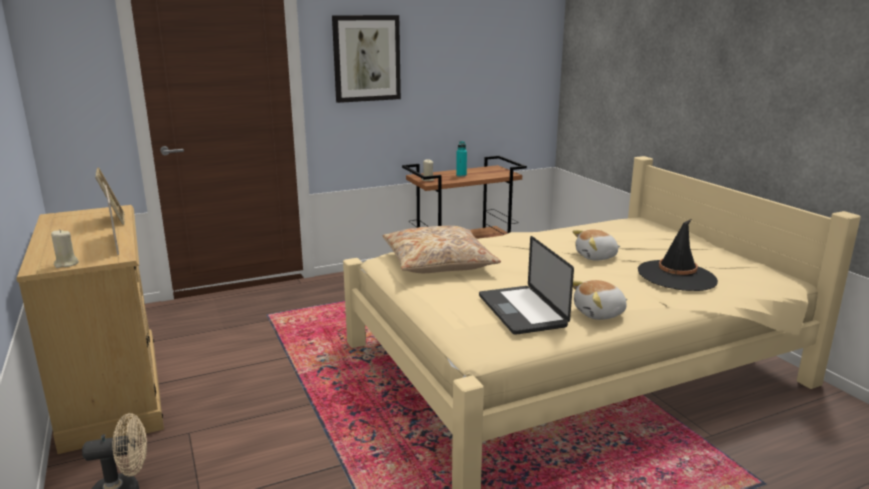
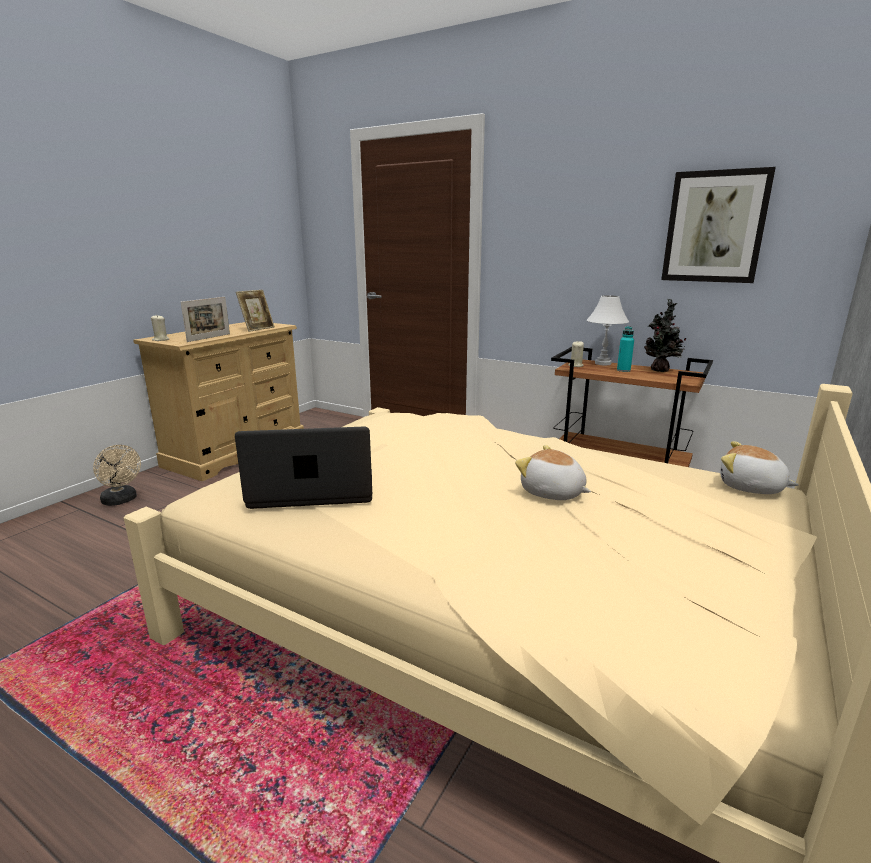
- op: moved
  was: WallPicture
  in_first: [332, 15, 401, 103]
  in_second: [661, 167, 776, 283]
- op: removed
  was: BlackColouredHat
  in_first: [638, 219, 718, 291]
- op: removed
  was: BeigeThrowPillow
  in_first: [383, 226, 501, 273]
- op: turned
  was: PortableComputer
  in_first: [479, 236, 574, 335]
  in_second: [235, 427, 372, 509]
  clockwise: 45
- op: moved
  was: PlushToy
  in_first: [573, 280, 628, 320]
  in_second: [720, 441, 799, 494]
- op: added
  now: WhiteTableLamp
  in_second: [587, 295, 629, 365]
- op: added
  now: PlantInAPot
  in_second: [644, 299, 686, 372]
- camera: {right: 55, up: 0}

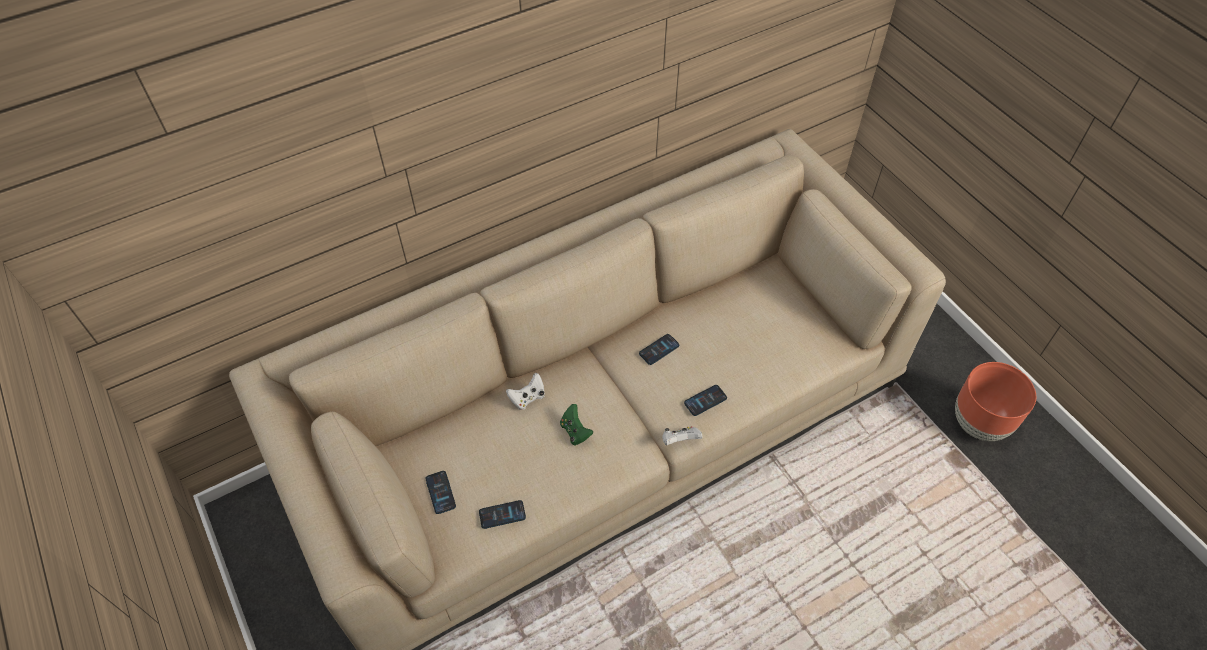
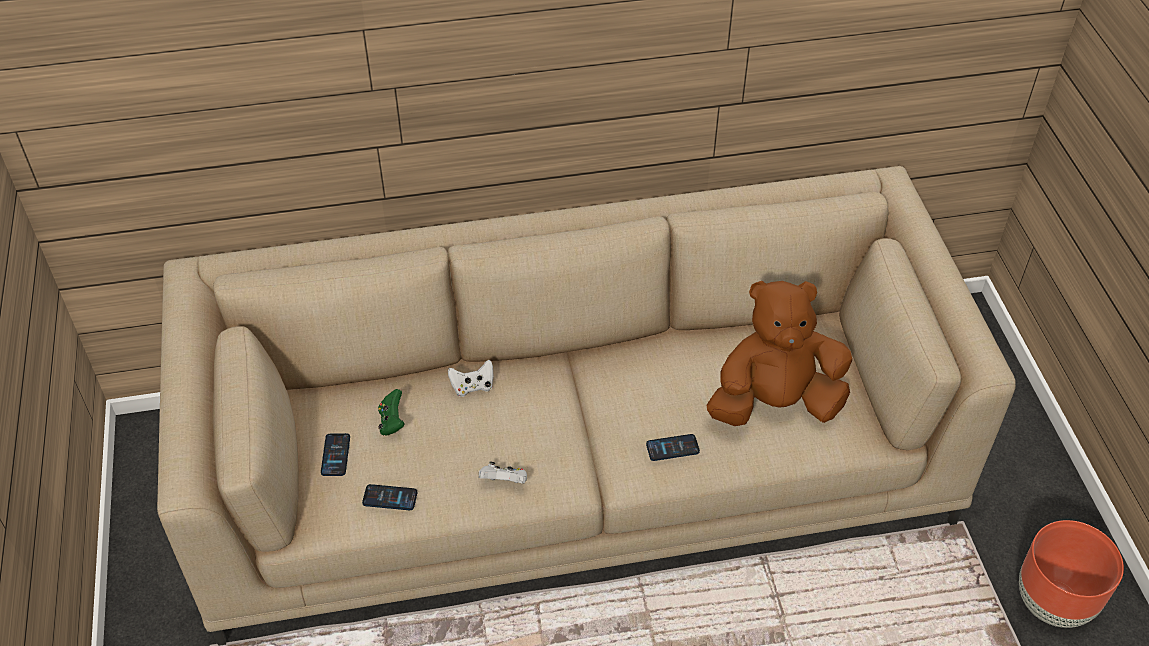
- op: removed
  was: Phone
  in_first: [639, 334, 679, 365]
- op: moved
  was: GreenJoypad
  in_first: [560, 404, 593, 445]
  in_second: [378, 389, 405, 436]
- op: moved
  was: WhiteJoypad
  in_first: [662, 426, 702, 445]
  in_second: [479, 461, 527, 484]
- op: added
  now: BrownishPlushToy
  in_second: [706, 281, 852, 426]
- camera: {right: 20, up: -5}

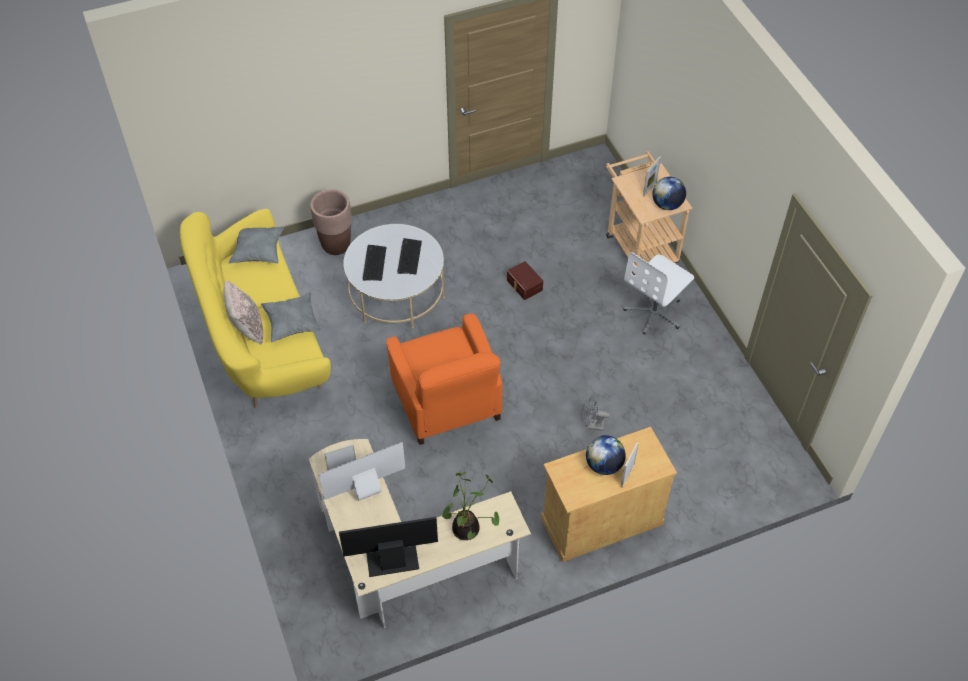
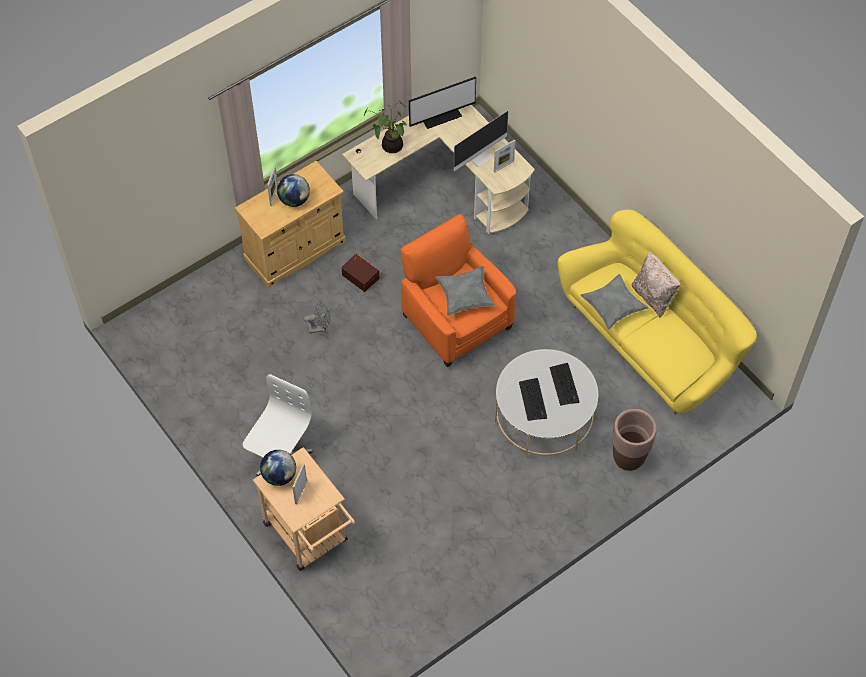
- op: moved
  was: GreyThrowPillow
  in_first: [229, 227, 284, 263]
  in_second: [436, 266, 495, 316]
- op: moved
  was: BrownishStorageContainer
  in_first: [507, 261, 543, 300]
  in_second: [341, 253, 380, 292]
- camera: {right: 165, up: 5}

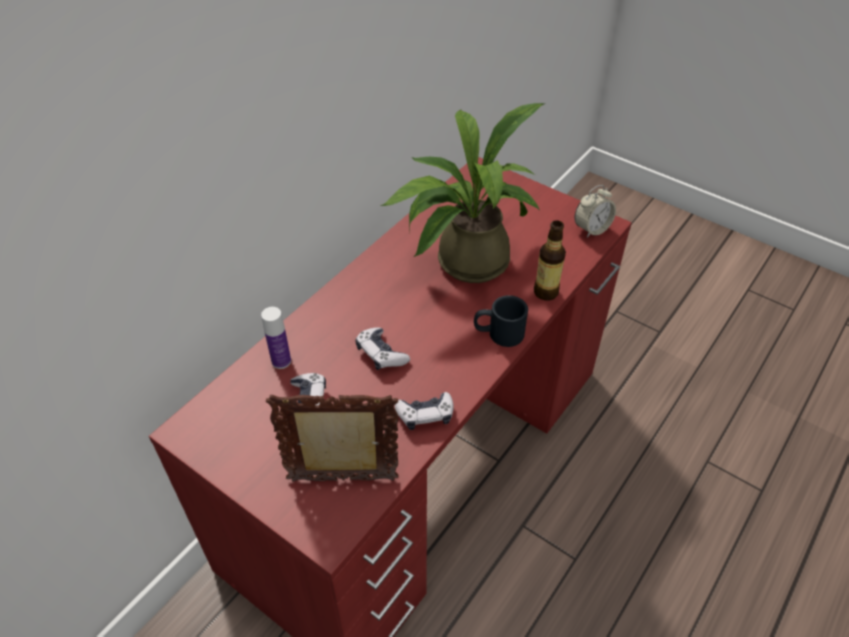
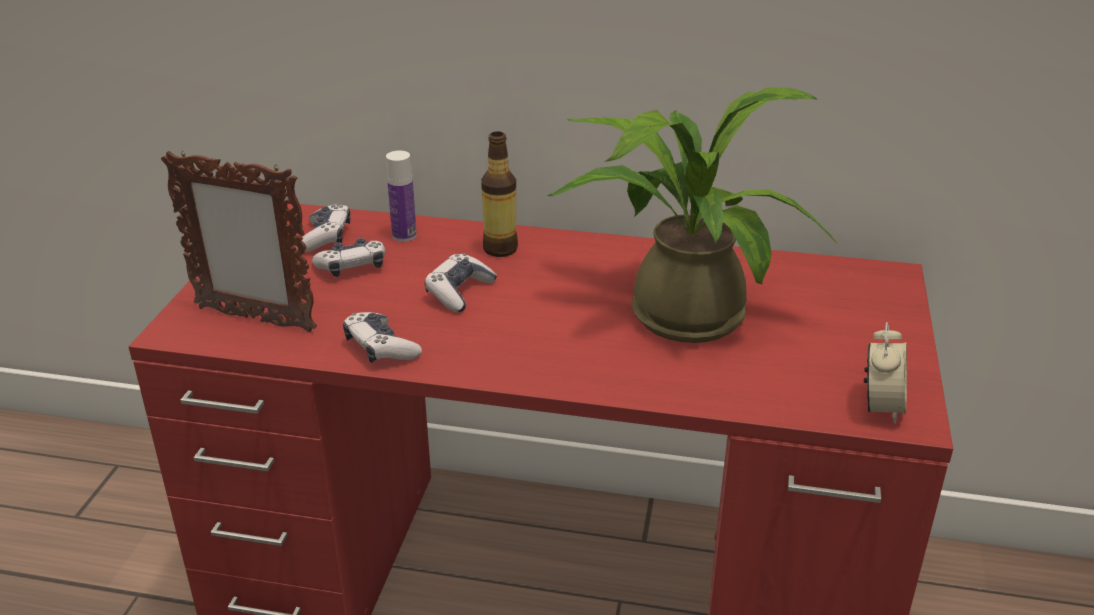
- op: turned
  was: BedsideClock
  in_first: [575, 185, 616, 238]
  in_second: [864, 322, 907, 424]
  clockwise: -105
- op: moved
  was: Bottle
  in_first: [534, 220, 566, 301]
  in_second: [481, 131, 518, 257]
- op: removed
  was: BlackColouredMug
  in_first: [474, 295, 528, 347]
- op: turned
  was: PhotoFrame
  in_first: [266, 395, 398, 482]
  in_second: [161, 151, 317, 333]
  clockwise: 135
- op: added
  now: Joypad
  in_second: [296, 203, 351, 252]
- camera: {right: 65, up: -15}

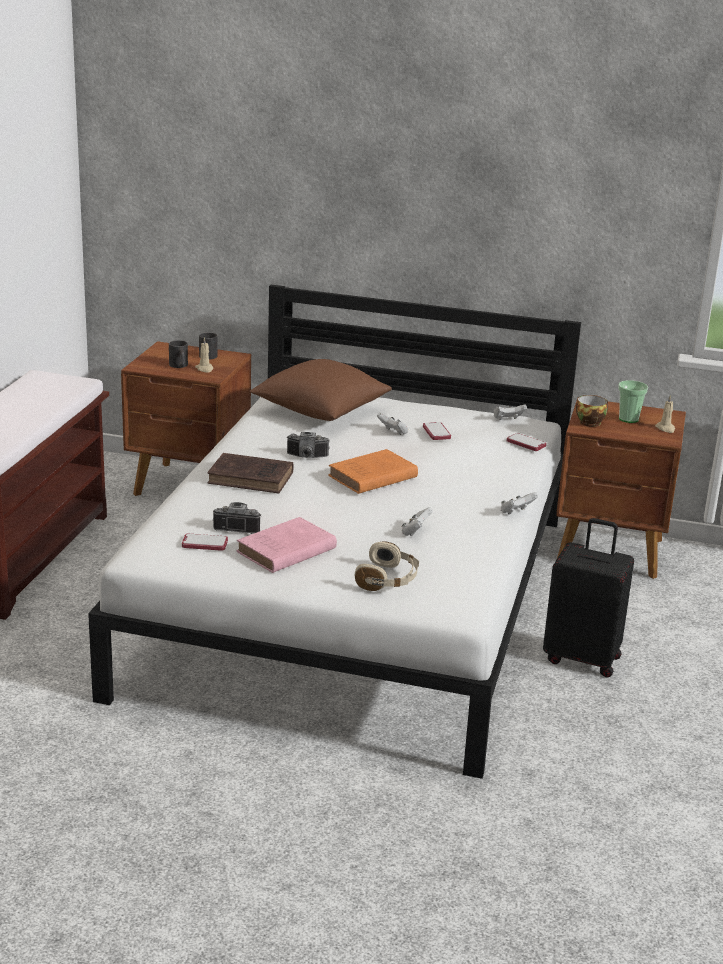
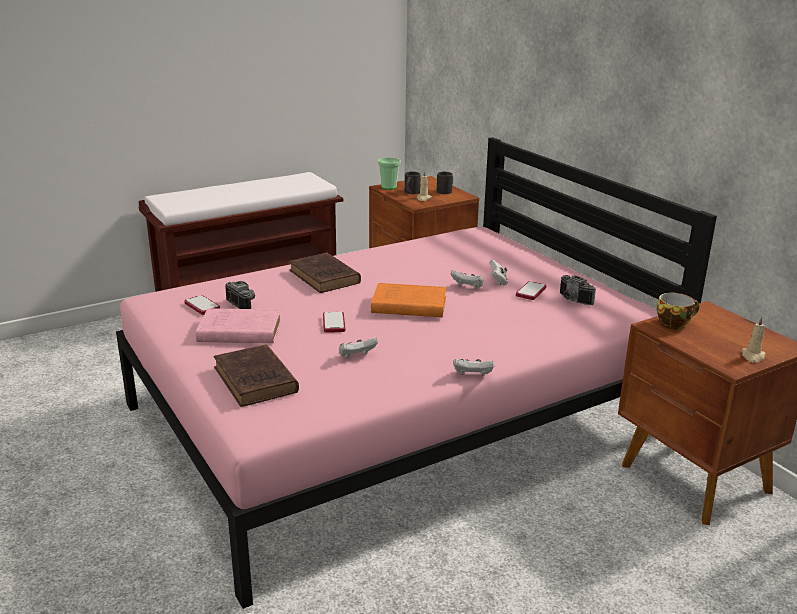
- op: recoloured
  was: WhiteSleepingBed
  now: PinkColouredSleepingBed
  in_first: [88, 285, 581, 779]
  in_second: [116, 137, 717, 609]
- op: removed
  was: BrownishThrowPillow
  in_first: [250, 359, 392, 421]
- op: moved
  was: DrinkingCup
  in_first: [618, 380, 648, 423]
  in_second: [378, 157, 401, 190]
- op: moved
  was: WhiteJoypad
  in_first: [494, 405, 527, 420]
  in_second: [451, 270, 484, 289]
- op: moved
  was: PhotoCamera
  in_first: [286, 432, 330, 458]
  in_second: [560, 275, 596, 305]
- op: moved
  was: Phone
  in_first: [507, 433, 546, 451]
  in_second: [323, 312, 346, 333]
- op: removed
  was: BlackColouredTravelCase
  in_first: [543, 518, 634, 678]
- op: replaced
  was: BeigePairOfHeadphones
  now: BrownishVolume
  in_first: [355, 541, 419, 591]
  in_second: [214, 344, 299, 407]
- camera: {right: 45, up: 0}

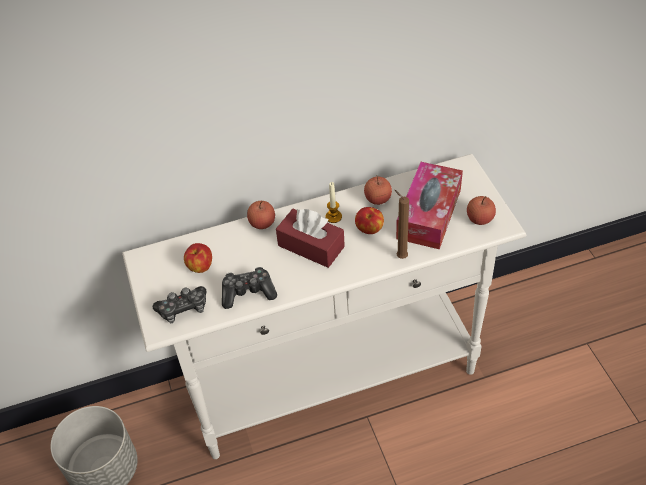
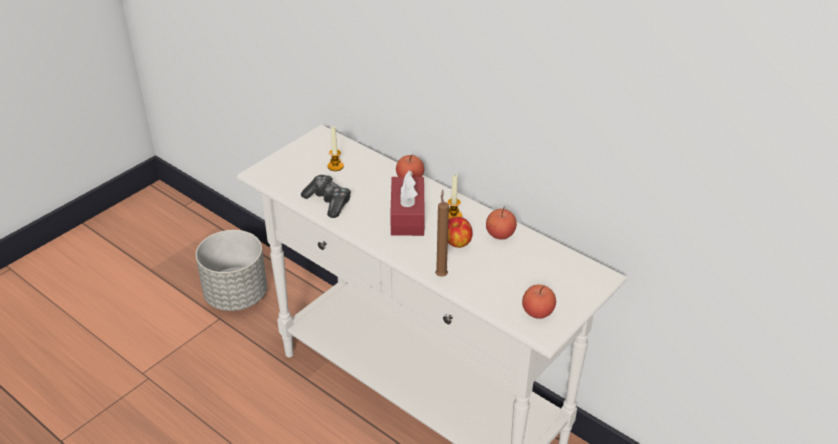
- op: removed
  was: TissueBox
  in_first: [396, 162, 463, 249]
- op: replaced
  was: AppleFruit
  now: WaxCandle
  in_first: [184, 243, 212, 273]
  in_second: [328, 126, 344, 171]
- op: removed
  was: Joypad
  in_first: [153, 286, 207, 323]
- camera: {right: 55, up: -10}

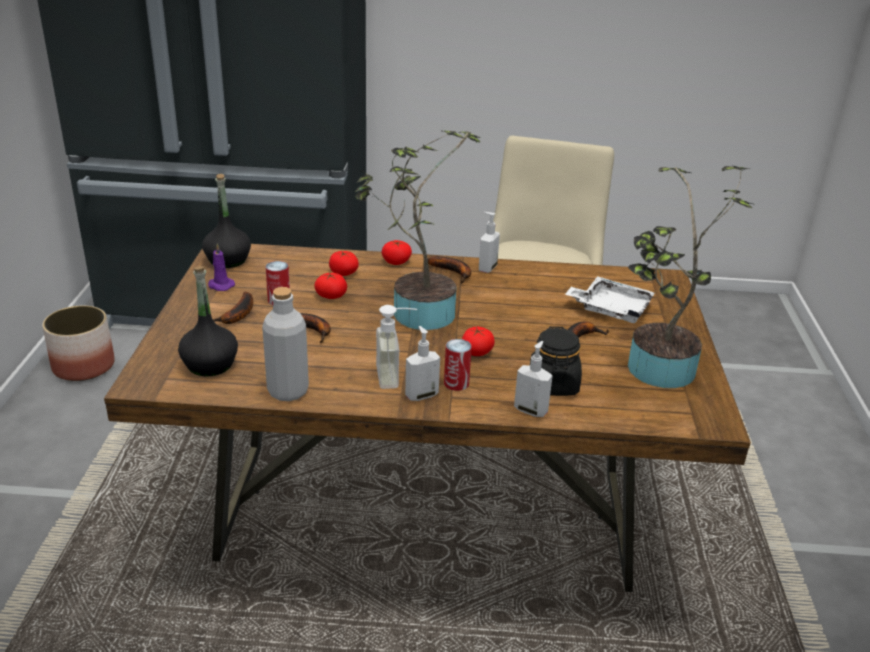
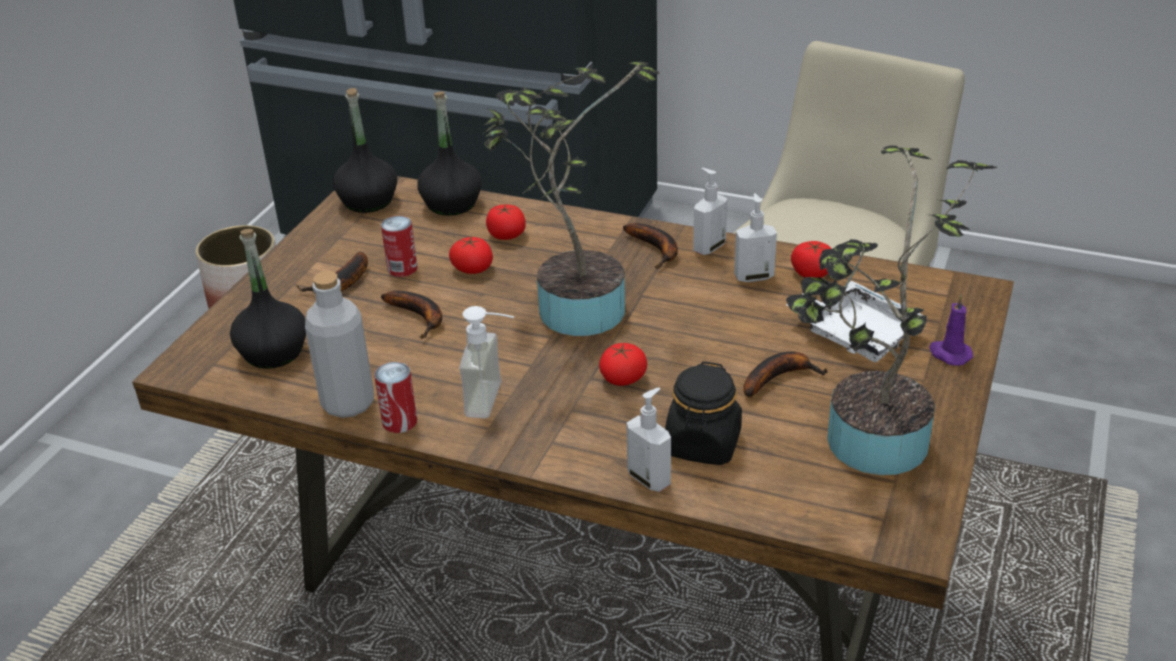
- op: moved
  was: FreshTomato
  in_first: [382, 240, 412, 265]
  in_second: [791, 241, 832, 278]
- op: moved
  was: PurpleWaxCandle
  in_first: [208, 244, 235, 291]
  in_second: [929, 295, 973, 366]
- op: moved
  was: SoapBottle
  in_first: [405, 326, 440, 401]
  in_second: [734, 193, 777, 282]
- op: moved
  was: SealedCan
  in_first: [444, 339, 472, 391]
  in_second: [374, 362, 417, 433]
- op: added
  now: BlackColouredBottle
  in_second: [417, 91, 482, 216]
- camera: {right: 20, up: 5}

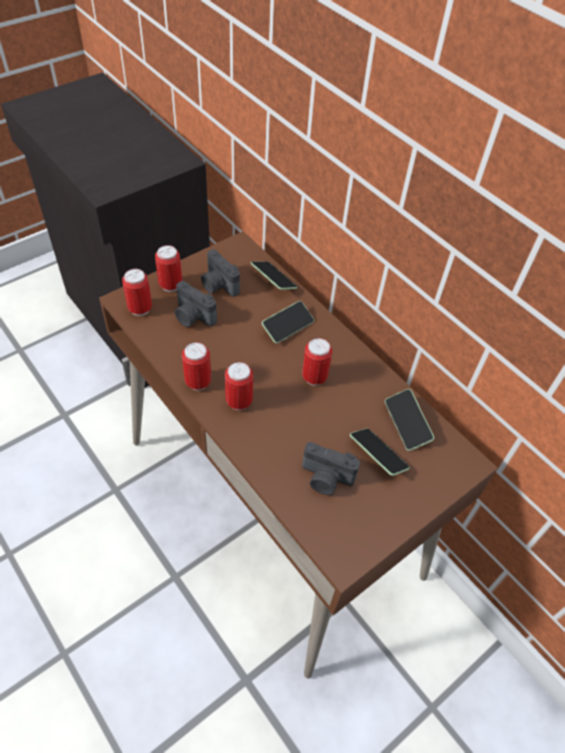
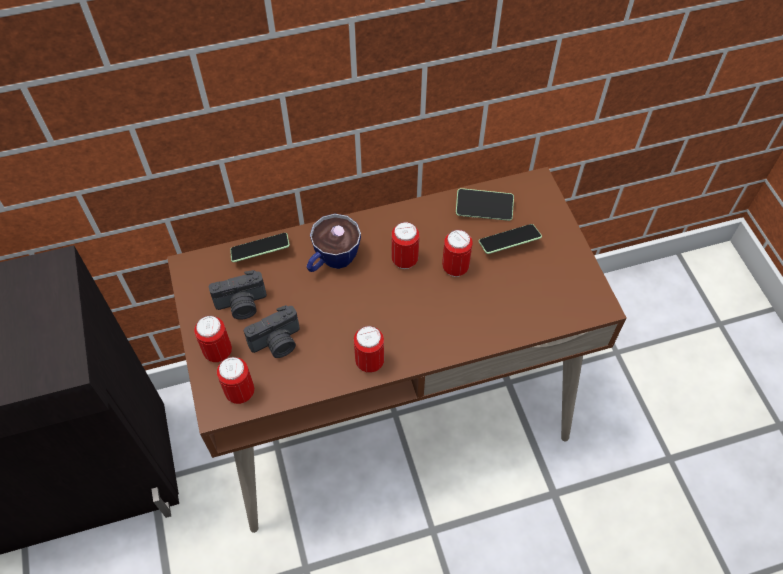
- op: replaced
  was: Phone
  now: DrinkingCup
  in_first: [262, 301, 314, 344]
  in_second: [307, 214, 361, 272]
- op: moved
  was: SealedCan
  in_first: [225, 362, 253, 410]
  in_second: [442, 229, 473, 277]
- op: removed
  was: PhotoCamera
  in_first: [302, 442, 360, 495]
- camera: {right: -65, up: 5}

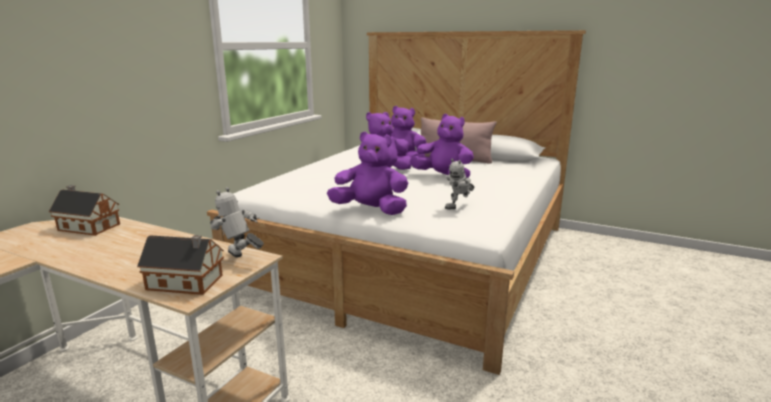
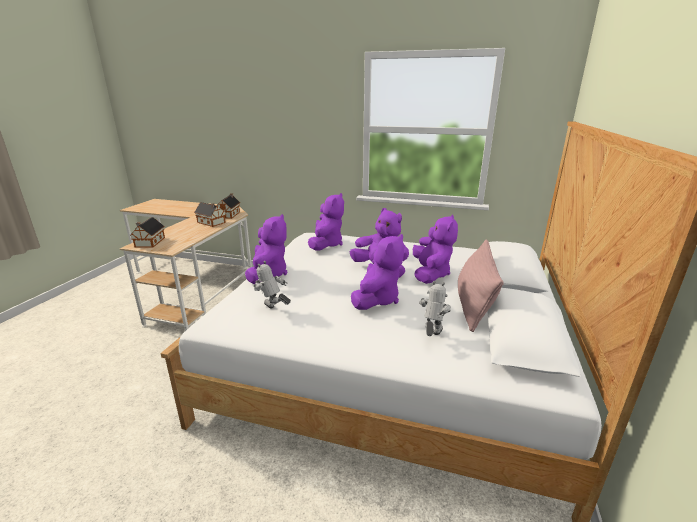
- op: moved
  was: ModelRobot
  in_first: [210, 187, 264, 258]
  in_second: [419, 281, 451, 336]
- op: added
  now: PurplePlushToy
  in_second: [308, 193, 344, 251]
- op: added
  now: MiniatureHouse
  in_second: [194, 202, 226, 227]
- camera: {right: 80, up: 5}

